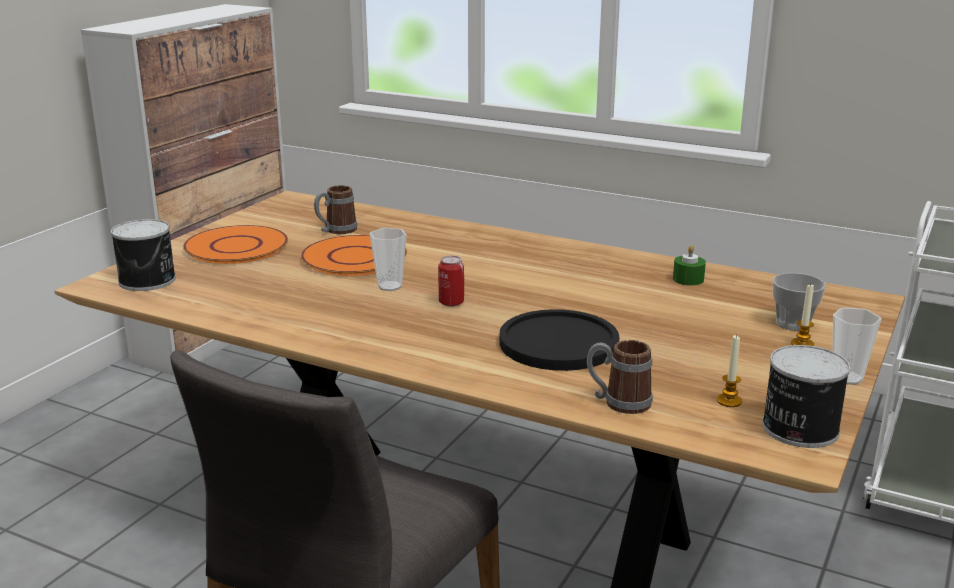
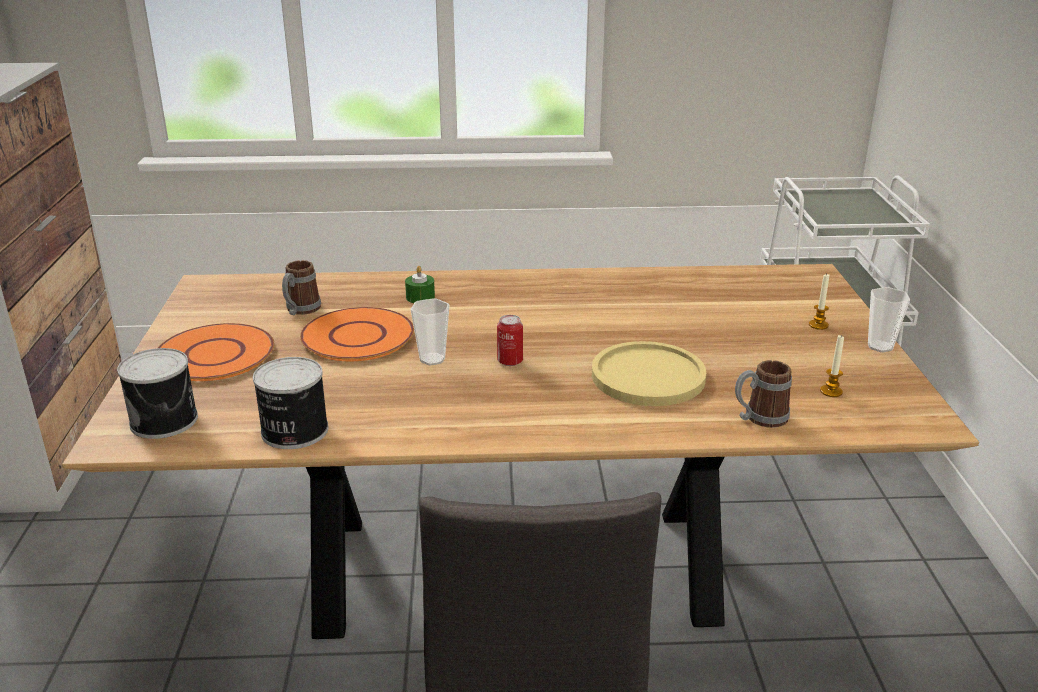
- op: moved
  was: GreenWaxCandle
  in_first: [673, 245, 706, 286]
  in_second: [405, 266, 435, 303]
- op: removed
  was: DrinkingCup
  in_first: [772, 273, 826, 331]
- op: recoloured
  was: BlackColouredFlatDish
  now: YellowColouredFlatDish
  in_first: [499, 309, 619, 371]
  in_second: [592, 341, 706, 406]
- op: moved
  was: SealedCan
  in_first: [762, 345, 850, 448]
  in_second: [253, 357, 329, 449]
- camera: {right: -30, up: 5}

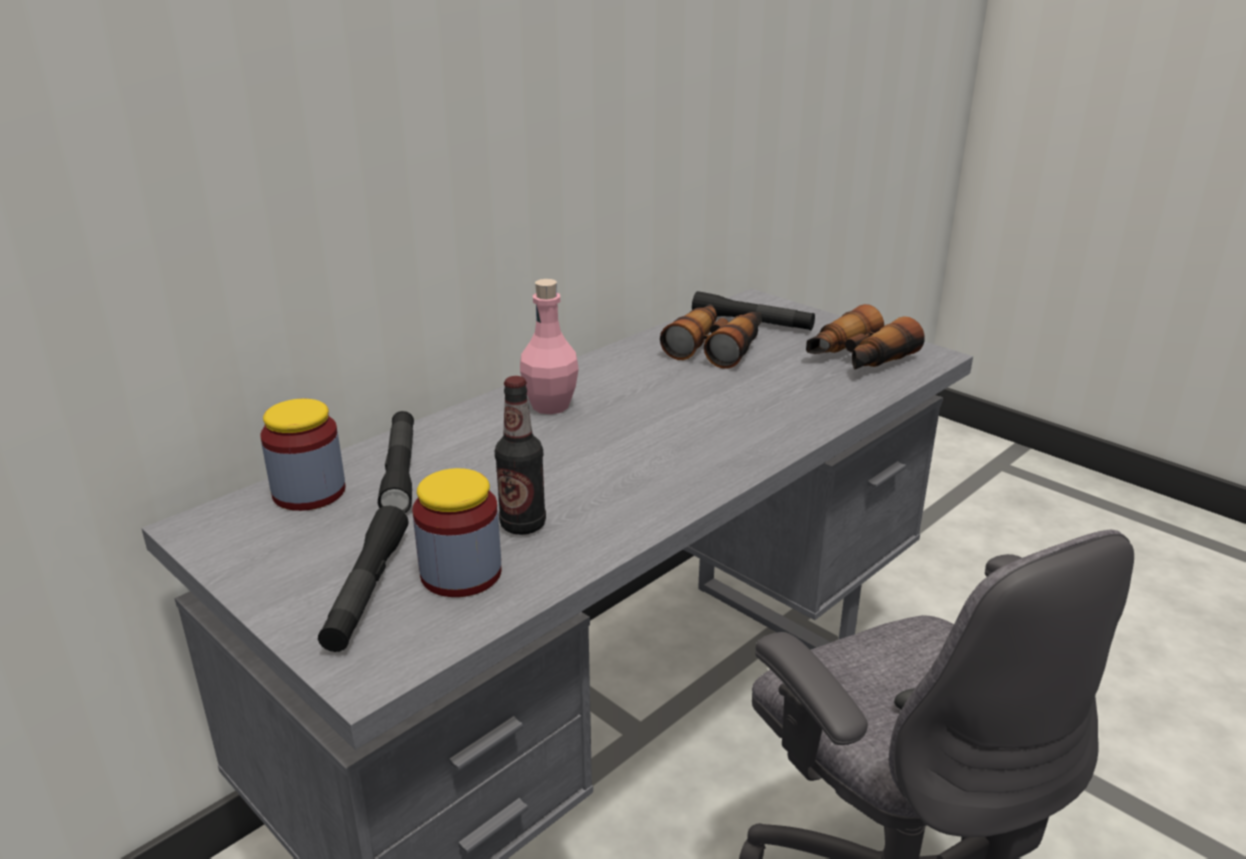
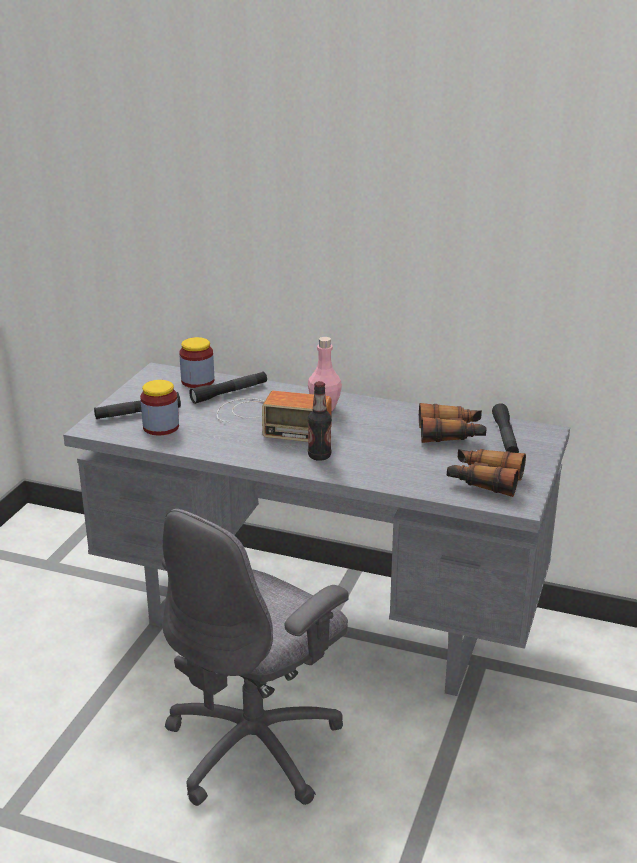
- op: moved
  was: Bottle
  in_first: [495, 376, 546, 535]
  in_second: [308, 381, 332, 461]
- op: added
  now: RadioSet
  in_second: [217, 391, 332, 442]
- camera: {right: 65, up: 0}

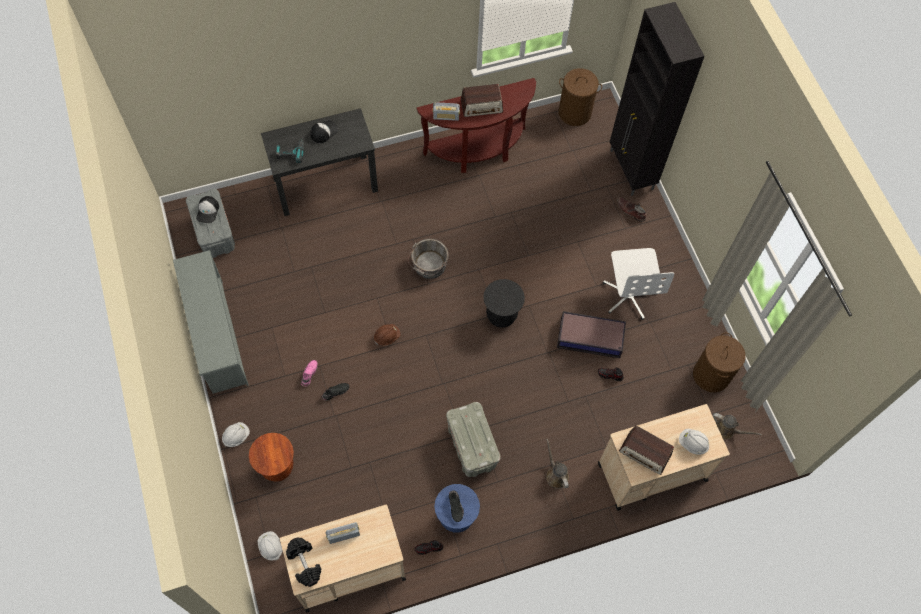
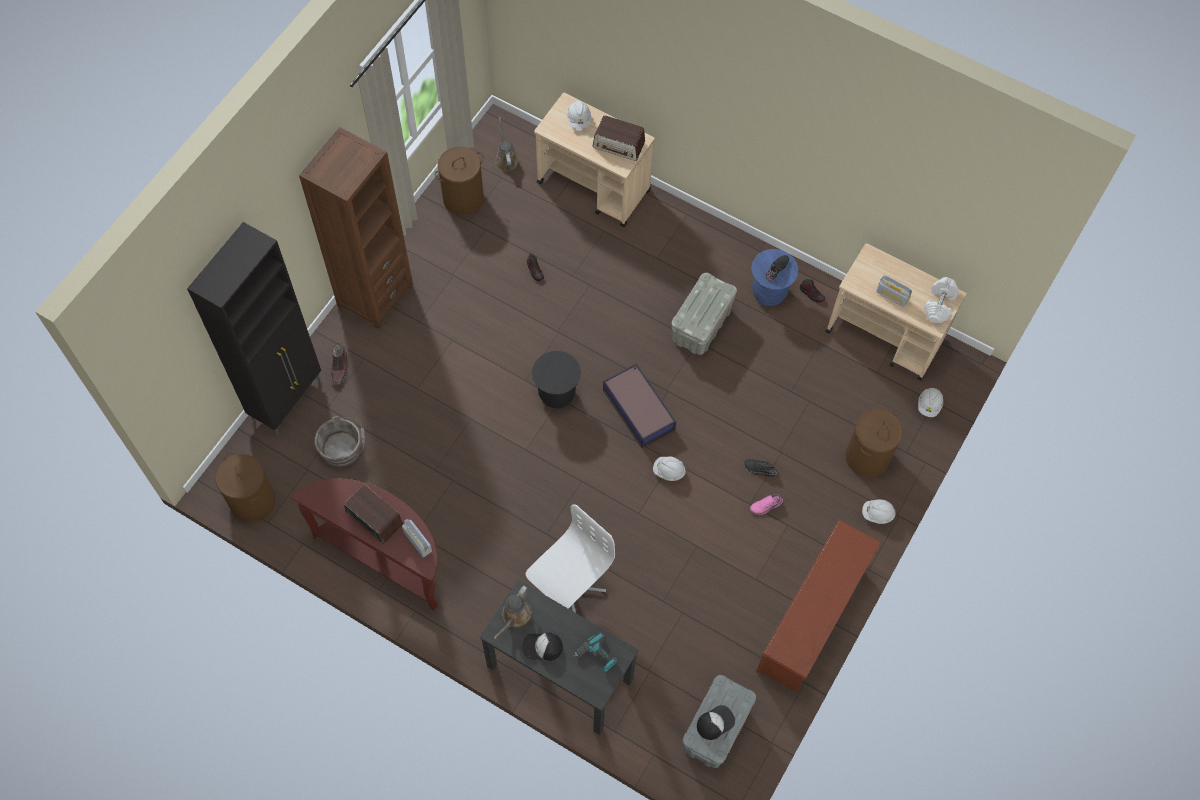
- op: moved
  was: GreyBucket
  in_first: [408, 239, 449, 279]
  in_second: [314, 416, 366, 467]
- op: moved
  was: WhiteOfficeChair
  in_first: [603, 248, 674, 320]
  in_second: [526, 505, 615, 613]
- op: recoloured
  was: GreyShoeShelf
  now: BrownishShoeShelf
  in_first: [173, 250, 249, 394]
  in_second: [756, 519, 881, 693]
- op: moved
  was: StorageContainer
  in_first: [557, 311, 626, 358]
  in_second: [603, 363, 676, 448]
- op: recoloured
  was: BrownishHardHat
  now: WhiteHardHat
  in_first: [374, 324, 401, 345]
  in_second: [653, 456, 686, 481]
- op: turned
  was: RadioSet
  in_first: [619, 426, 674, 475]
  in_second: [593, 115, 645, 161]
  clockwise: 120
- op: replaced
  was: BrownishSittingStool
  now: BrownishWashingBasket
  in_first: [249, 433, 294, 482]
  in_second: [845, 409, 903, 477]
- op: moved
  was: BrownishSprinklingCan
  in_first: [546, 439, 569, 489]
  in_second: [494, 586, 532, 639]
- op: recoloured
  was: BlackColouredHandWeight
  now: WhiteHandWeight
  in_first: [286, 537, 321, 587]
  in_second: [924, 277, 959, 323]
- op: added
  now: BrownishBookcase
  in_second: [299, 127, 413, 329]
- camera: {right: -130, up: 0}

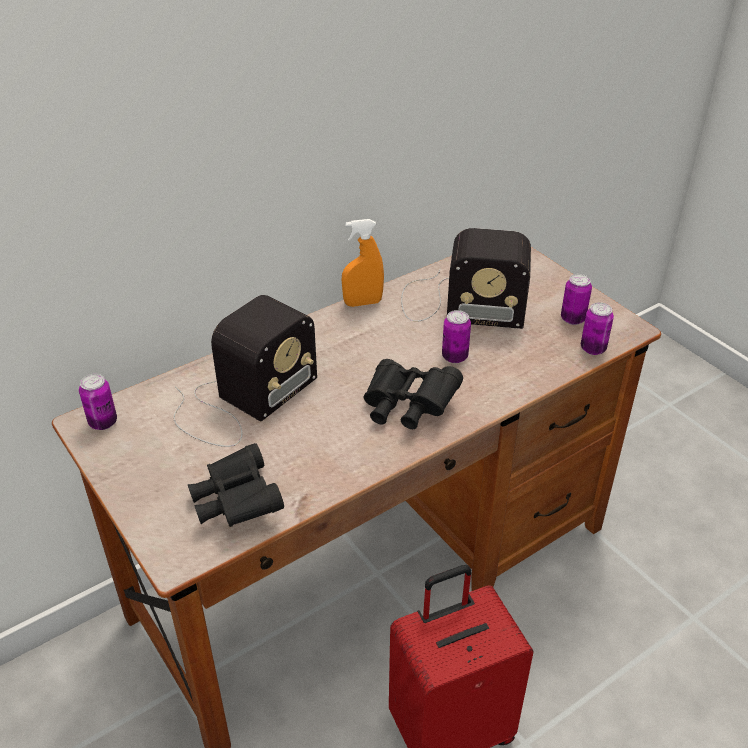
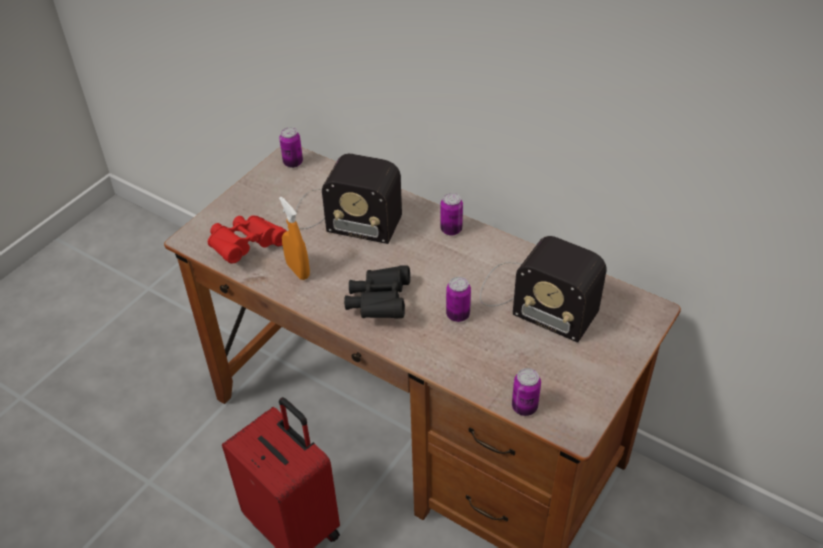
- op: moved
  was: OrangeSprayer
  in_first: [342, 219, 384, 307]
  in_second: [279, 197, 310, 280]
- op: turned
  was: RadioSet
  in_first: [401, 228, 531, 329]
  in_second: [480, 236, 607, 342]
  clockwise: -45
- op: moved
  was: SealedCan
  in_first: [561, 274, 592, 325]
  in_second: [441, 193, 463, 236]
- op: recoloured
  was: BlackColouredBinoculars
  now: RedColouredBinoculars
  in_first: [188, 443, 284, 527]
  in_second: [208, 215, 287, 264]
- camera: {right: 70, up: 5}

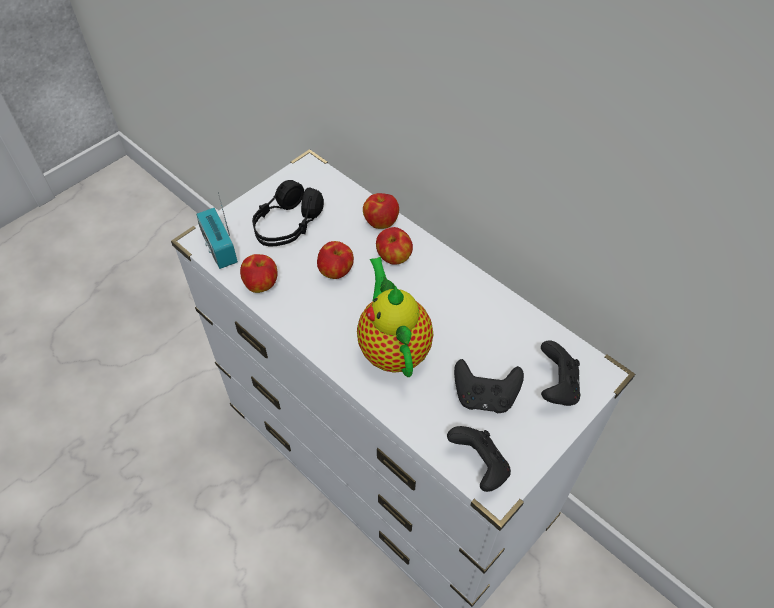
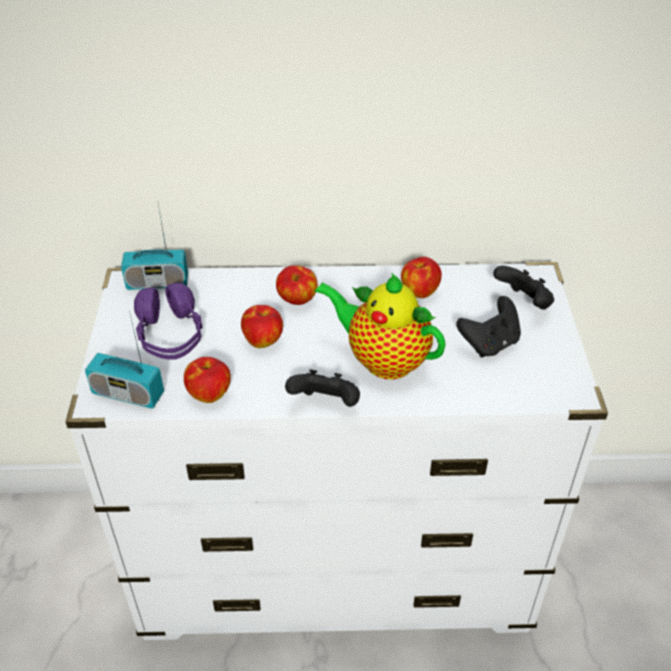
- op: recoloured
  was: BlackColouredPairOfHeadphones
  now: PurplePairOfHeadphones
  in_first: [252, 180, 324, 246]
  in_second: [134, 283, 202, 360]
- op: moved
  was: AppleFruit
  in_first: [363, 193, 399, 229]
  in_second: [401, 257, 442, 298]
- op: moved
  was: BlackColouredJoypad
  in_first: [447, 426, 511, 492]
  in_second: [285, 369, 360, 407]
- op: added
  now: RadioSet
  in_second: [121, 200, 188, 290]
- camera: {right: -45, up: -10}

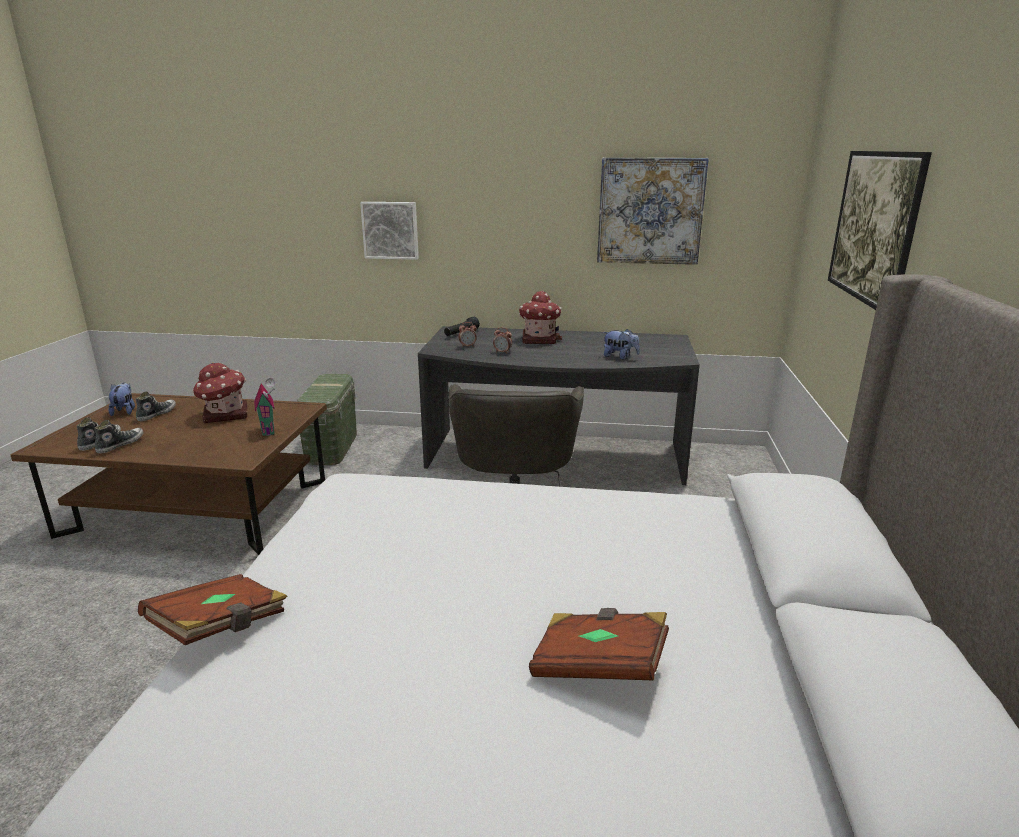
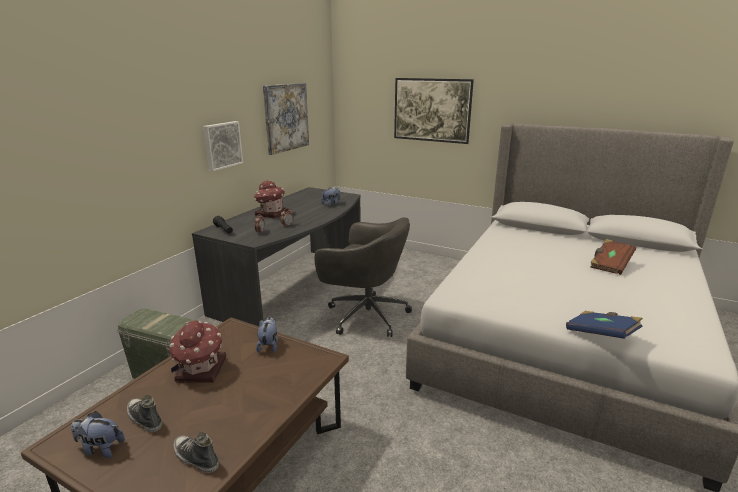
- op: moved
  was: WallPicture
  in_first: [360, 202, 419, 260]
  in_second: [203, 121, 243, 171]
- op: replaced
  was: MiniatureHouse
  now: PlushToy
  in_first: [254, 378, 275, 436]
  in_second: [256, 317, 278, 353]
- op: removed
  was: ItemOfFootwear
  in_first: [94, 420, 143, 453]
- op: recoloured
  was: BrownishVolume
  now: BluishVolume
  in_first: [138, 574, 288, 645]
  in_second: [566, 311, 642, 339]
- camera: {right: -70, up: 0}

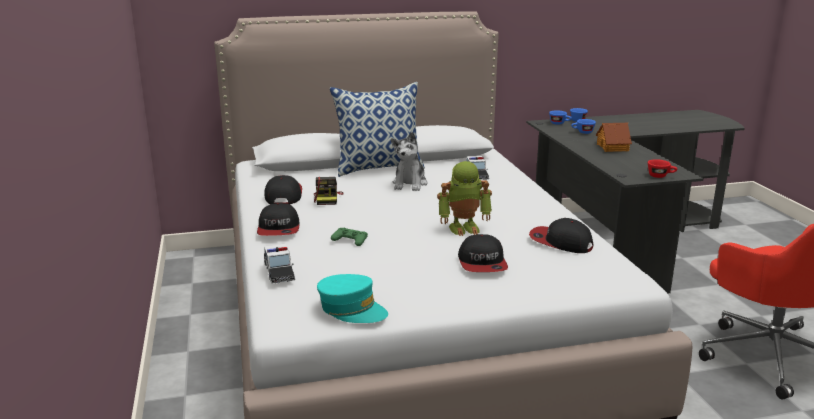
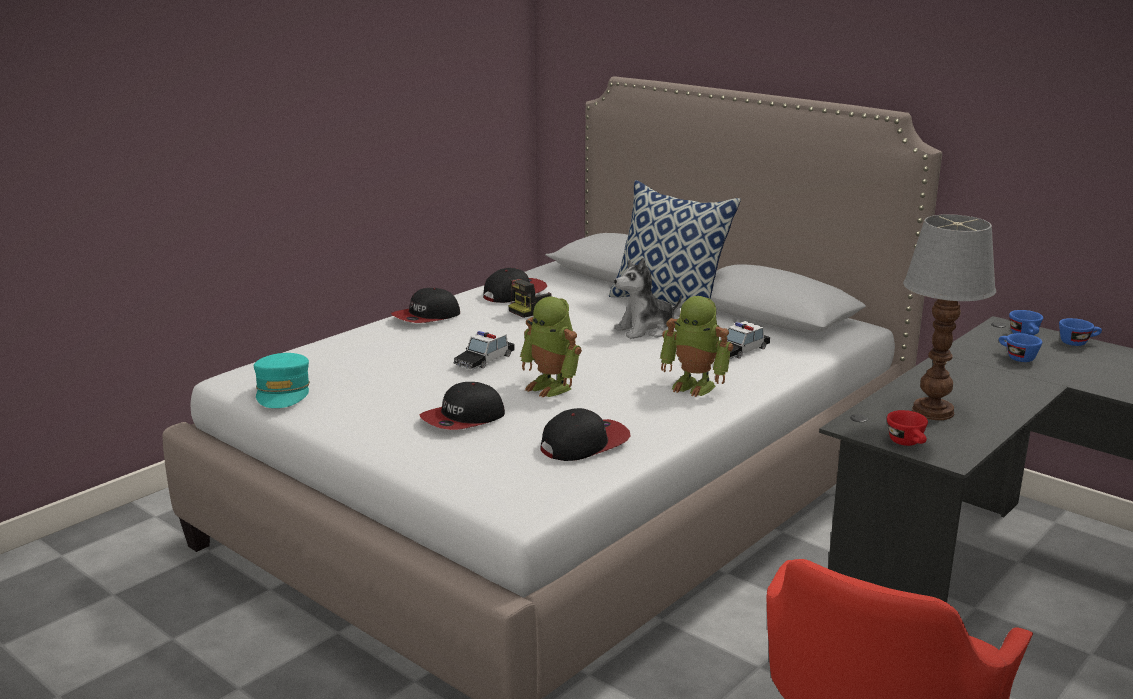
- op: removed
  was: MiniatureHouse
  in_first: [596, 123, 632, 152]
- op: turned
  was: Cap
  in_first: [529, 218, 593, 253]
  in_second: [540, 408, 631, 461]
  clockwise: 60
- op: removed
  was: GreenJoypad
  in_first: [331, 228, 368, 246]
- op: moved
  was: ToyCar
  in_first: [264, 244, 295, 283]
  in_second: [454, 329, 515, 370]
- op: added
  now: TableLamp
  in_second: [903, 214, 996, 420]
- op: added
  now: ModelRobot
  in_second: [660, 296, 733, 397]
- camera: {right: 55, up: 0}

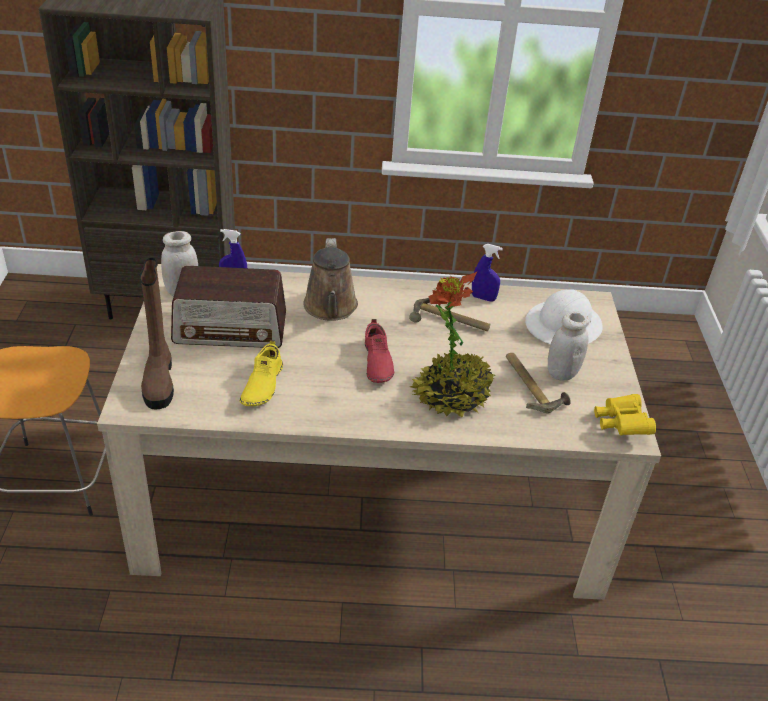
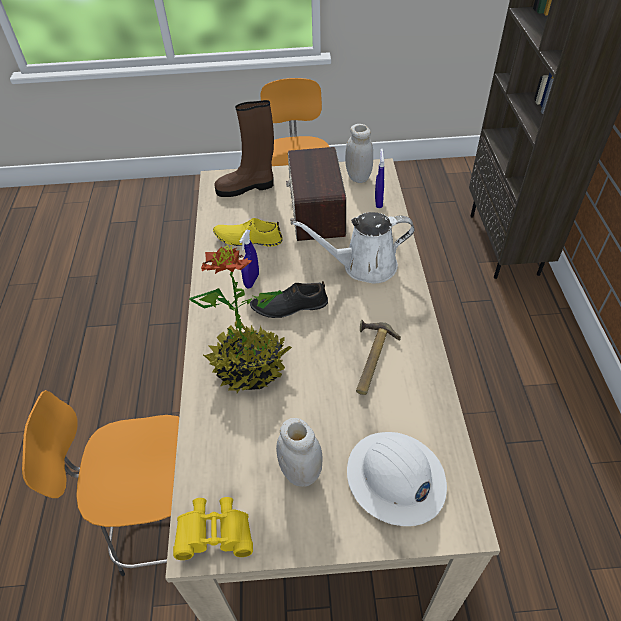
- op: recoloured
  was: BrownishSprinklingCan
  now: WhiteSprinklingCan
  in_first: [303, 238, 358, 321]
  in_second: [292, 212, 415, 283]
- op: moved
  was: BluishSprayer
  in_first: [472, 244, 503, 302]
  in_second: [239, 230, 259, 288]
- op: recoloured
  was: RedColouredItemOfFootwear
  now: BlackColouredItemOfFootwear
  in_first: [365, 319, 394, 383]
  in_second: [250, 281, 328, 318]
- op: removed
  was: ToolHammer
  in_first: [506, 353, 571, 413]
- op: added
  now: OrangeSittingStool
  in_second: [22, 390, 179, 576]
- camera: {right: 90, up: 10}

